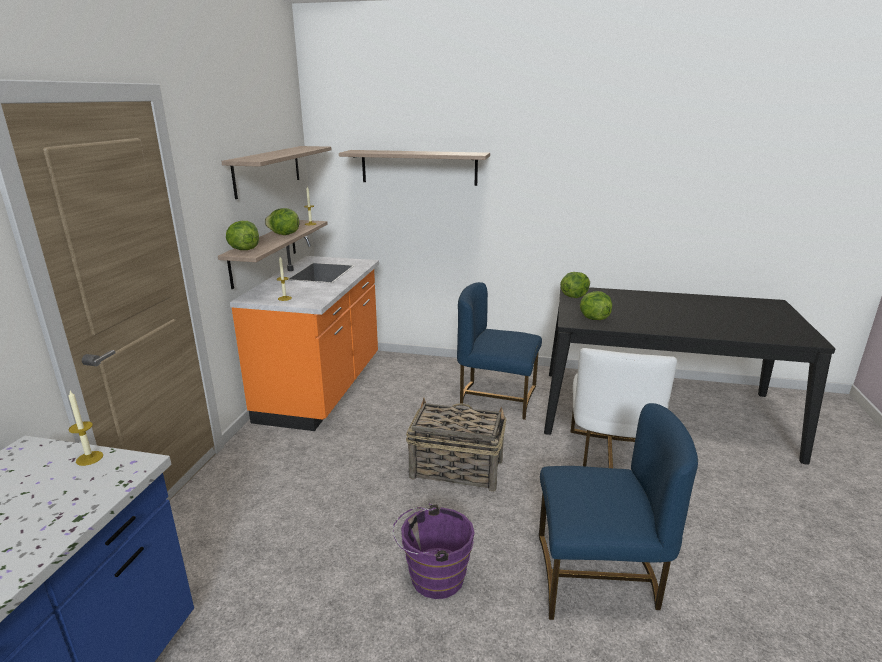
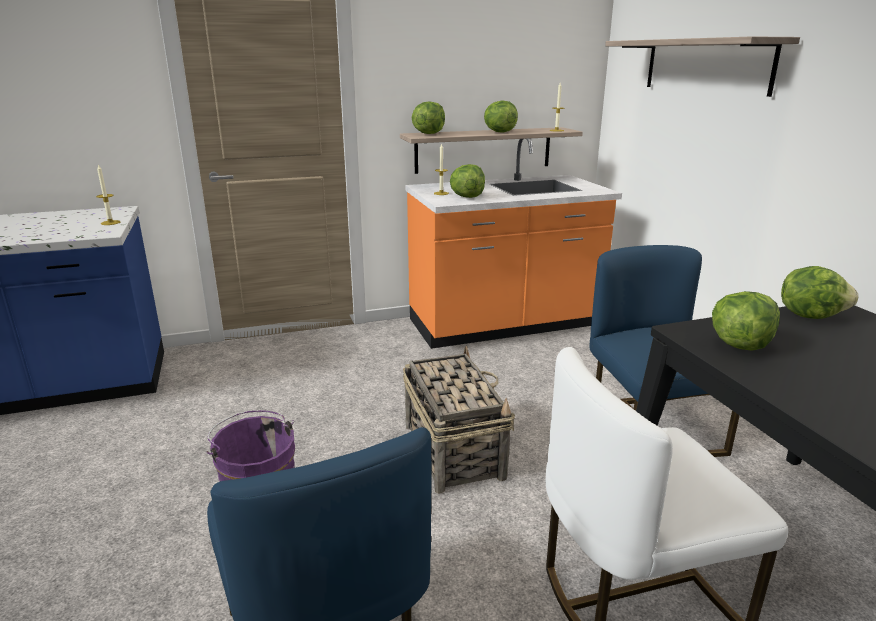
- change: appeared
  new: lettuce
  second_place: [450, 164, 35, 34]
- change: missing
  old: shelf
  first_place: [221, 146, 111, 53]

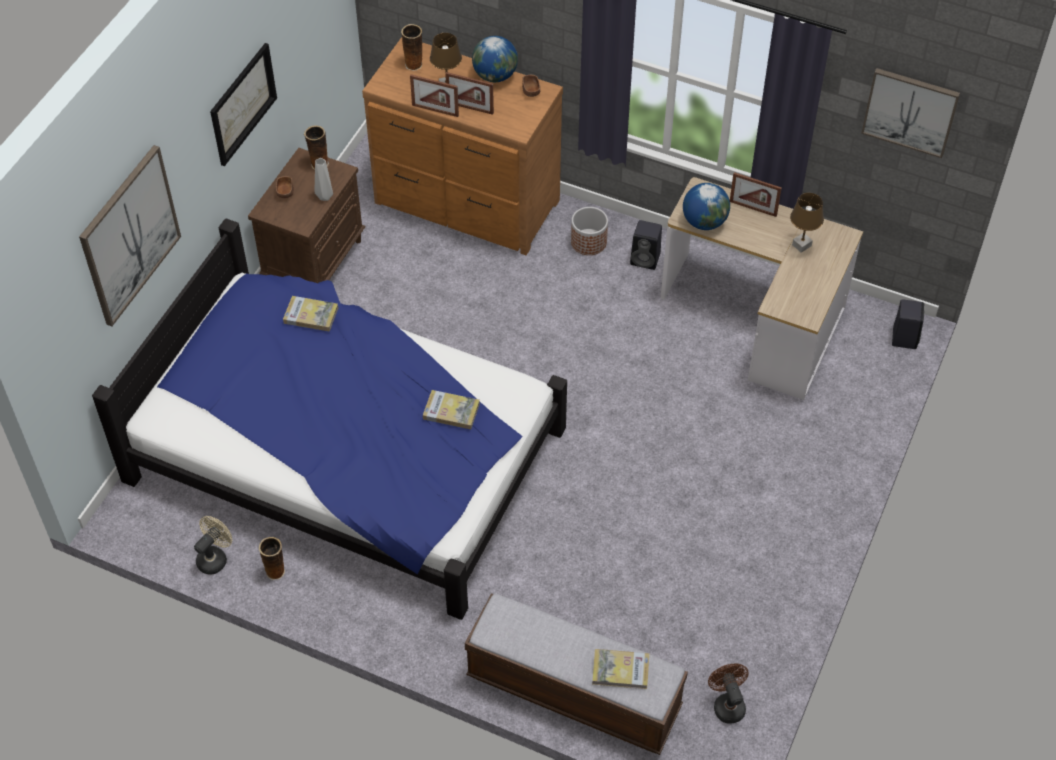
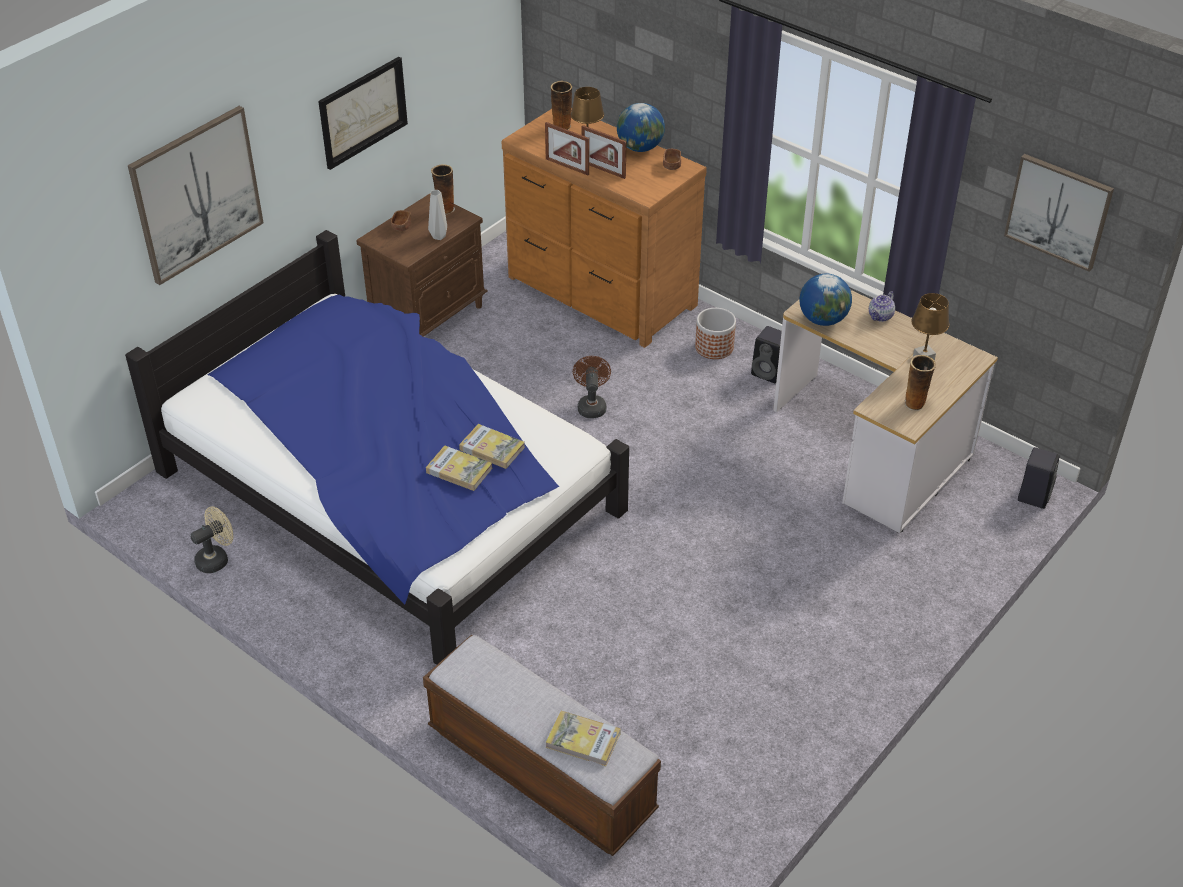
- change: relocated
  old: book
  first_place: [283, 296, 55, 36]
  second_place: [426, 445, 67, 46]
- change: relocated
  old: brown_fan
  first_place: [708, 664, 40, 60]
  second_place: [573, 356, 38, 62]
- change: exchanged
  old: picture_frame
  new: teapot
  first_place: [730, 172, 52, 45]
  second_place: [869, 291, 26, 31]
- change: relocated
  old: vase
  first_place: [259, 537, 26, 43]
  second_place: [905, 355, 31, 56]

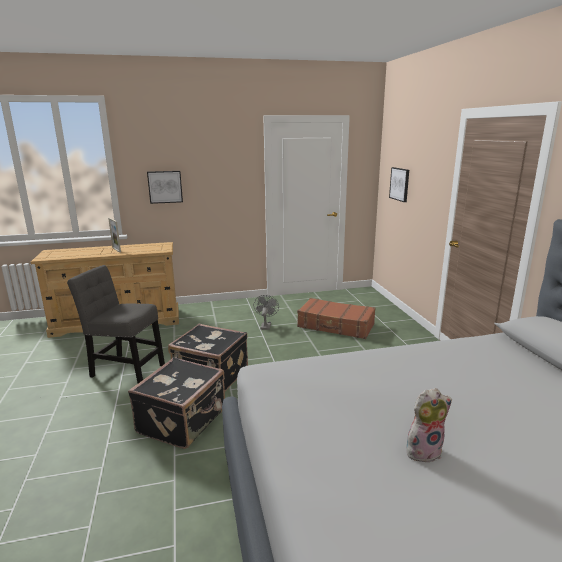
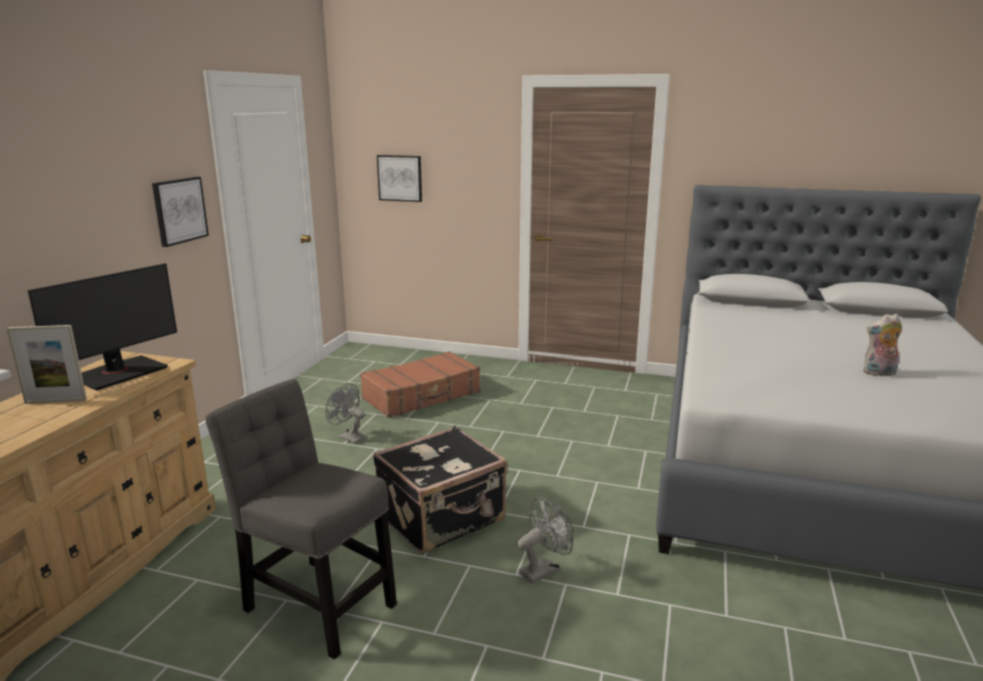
- change: appeared
  new: monitor
  second_place: [27, 263, 150, 128]
- change: relocated
  old: picture
  first_place: [147, 171, 36, 33]
  second_place: [152, 177, 57, 70]
- change: spun
  old: grey_chair
  first_place: [67, 265, 98, 118]
  second_place: [205, 379, 192, 280]
  degrees: 75
- change: exchanged
  old: black_suitcase
  new: grey_fan
  first_place: [128, 357, 97, 92]
  second_place: [517, 498, 57, 86]
- change: spun
  old: plush_toy
  first_place: [406, 388, 46, 75]
  second_place: [863, 314, 39, 62]
  degrees: -105

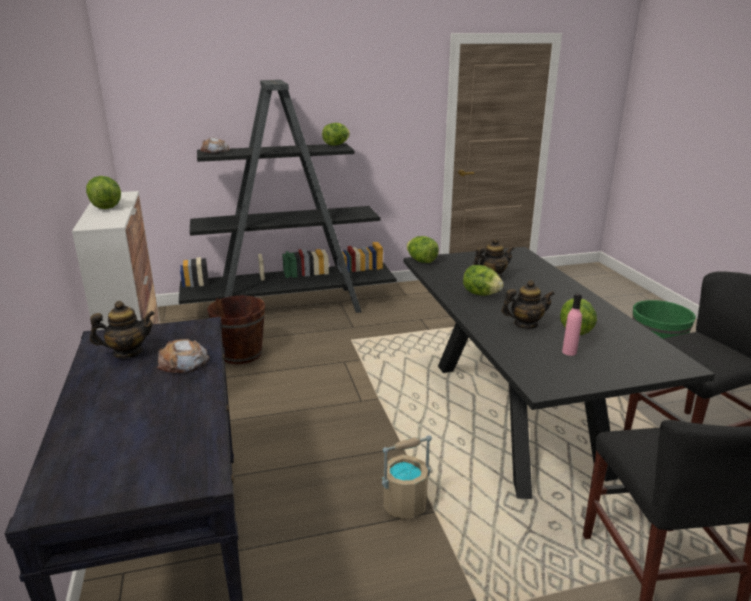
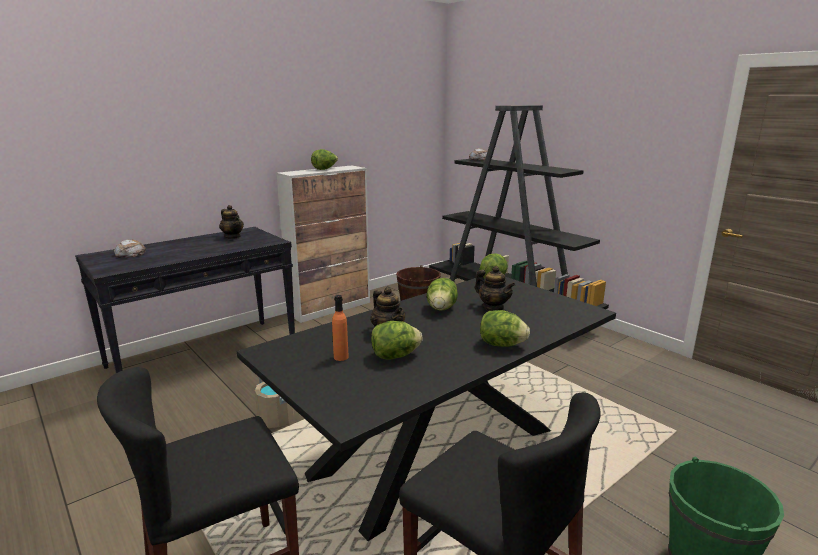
- change: relocated
  old: bread
  first_place: [157, 339, 53, 34]
  second_place: [114, 239, 32, 19]
- change: colour
  old: pink_bottle
  new: orange_bottle
  first_place: [562, 293, 20, 63]
  second_place: [332, 295, 17, 66]
- change: relocated
  old: lettuce
  first_place: [322, 123, 28, 23]
  second_place: [480, 310, 50, 37]

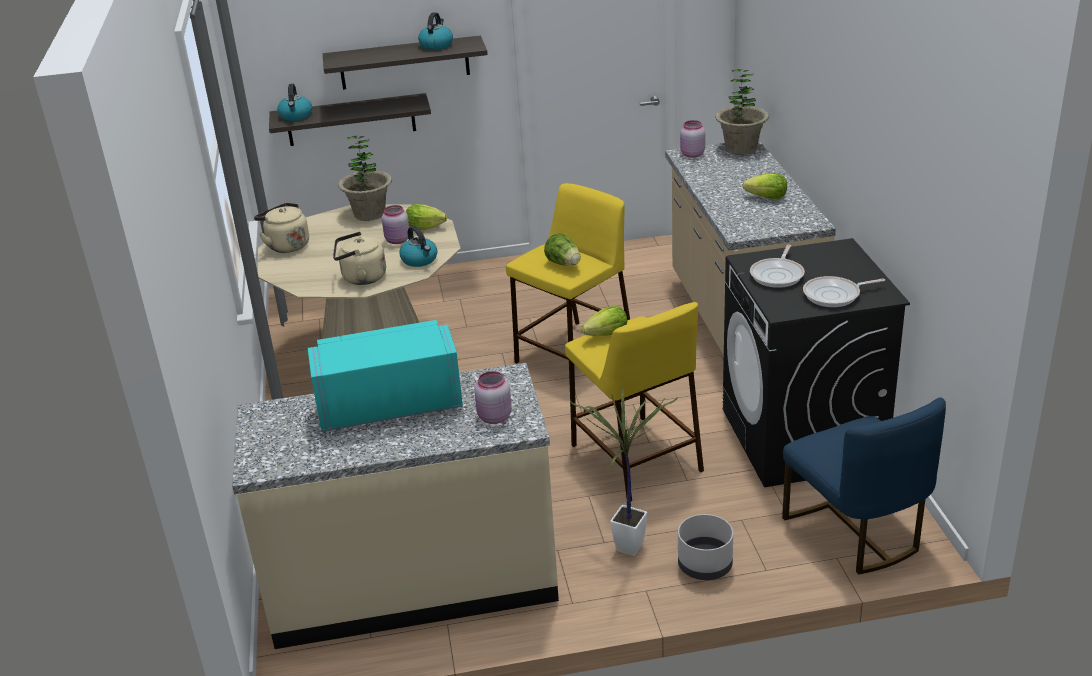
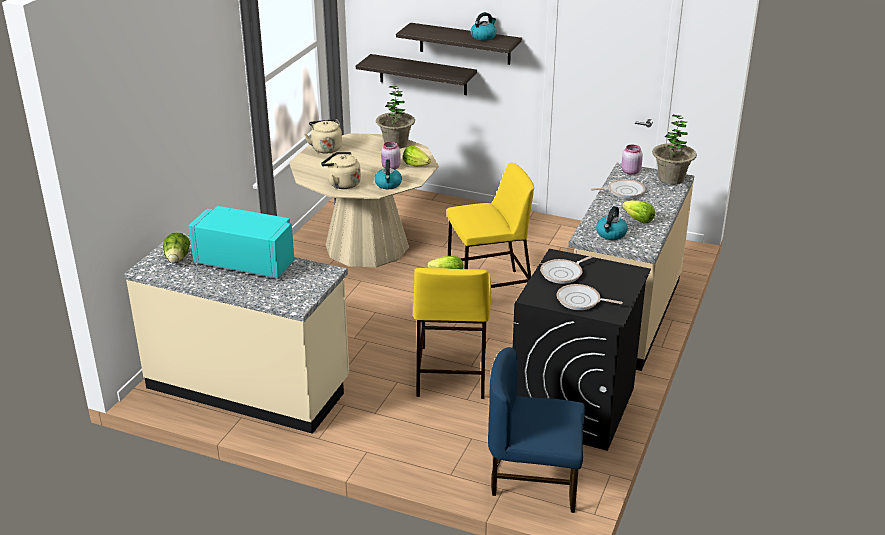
- change: relocated
  old: lettuce
  first_place: [544, 233, 37, 33]
  second_place: [163, 232, 27, 31]
- change: spun
  old: blue_chair
  first_place: [782, 397, 164, 177]
  second_place: [488, 347, 97, 166]
  degrees: 90
- change: appeared
  new: frying_pan
  second_place: [591, 179, 54, 20]
- change: relocated
  old: kettle
  first_place: [277, 84, 35, 37]
  second_place: [596, 206, 32, 34]
- change: missing
  old: pink_jar
  first_place: [475, 371, 37, 53]
- change: missing
  old: potted_plant
  first_place: [570, 388, 108, 168]
- change: missing
  old: grey_planter
  first_place: [678, 514, 55, 66]

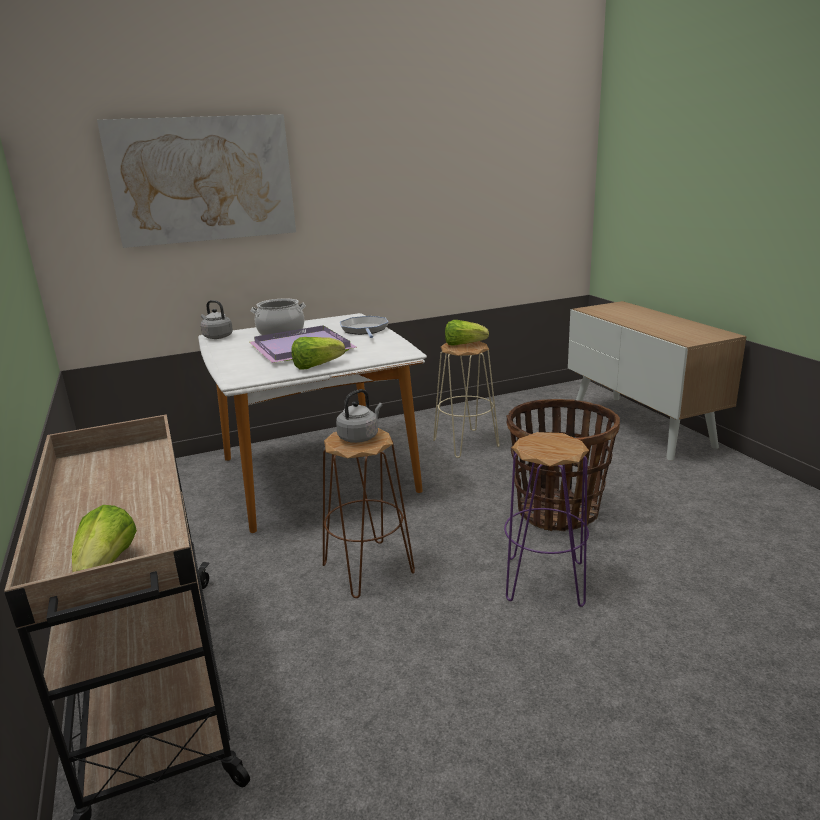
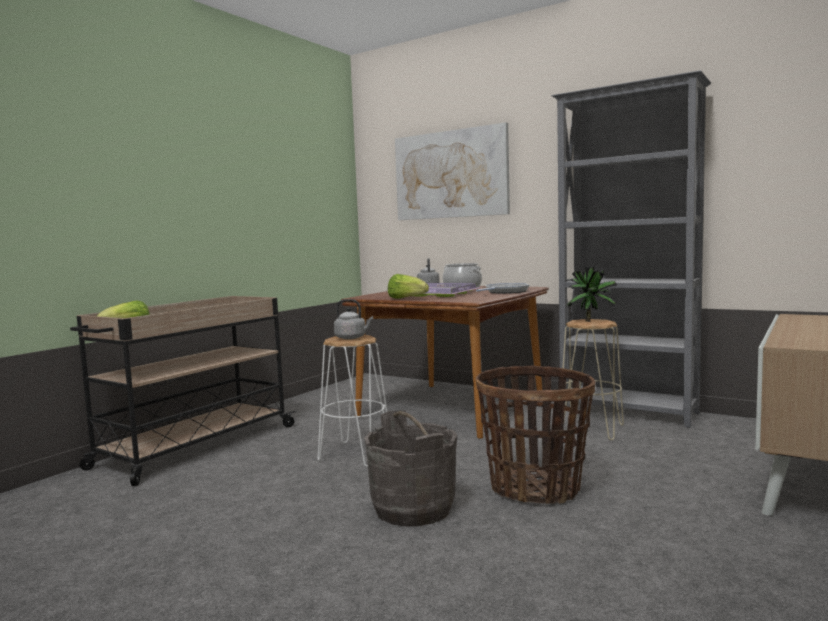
- change: colour
  old: brown_stool
  new: white_stool
  first_place: [323, 428, 92, 170]
  second_place: [318, 335, 69, 132]
- change: colour
  old: white_dining_table
  new: brown_dining_table
  first_place: [198, 313, 229, 220]
  second_place: [341, 285, 208, 154]
- change: exchanged
  old: purple_stool
  new: grey_bucket
  first_place: [504, 432, 85, 175]
  second_place: [364, 411, 93, 116]
- change: appeared
  new: grey_bookcase
  second_place: [551, 70, 160, 358]
- change: exchanged
  old: lettuce
  new: potted_plant
  first_place: [445, 320, 44, 26]
  second_place: [566, 267, 51, 55]

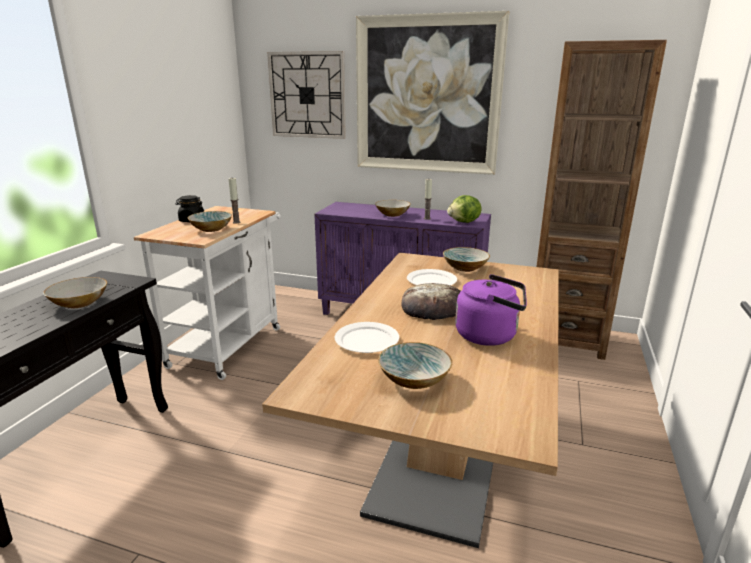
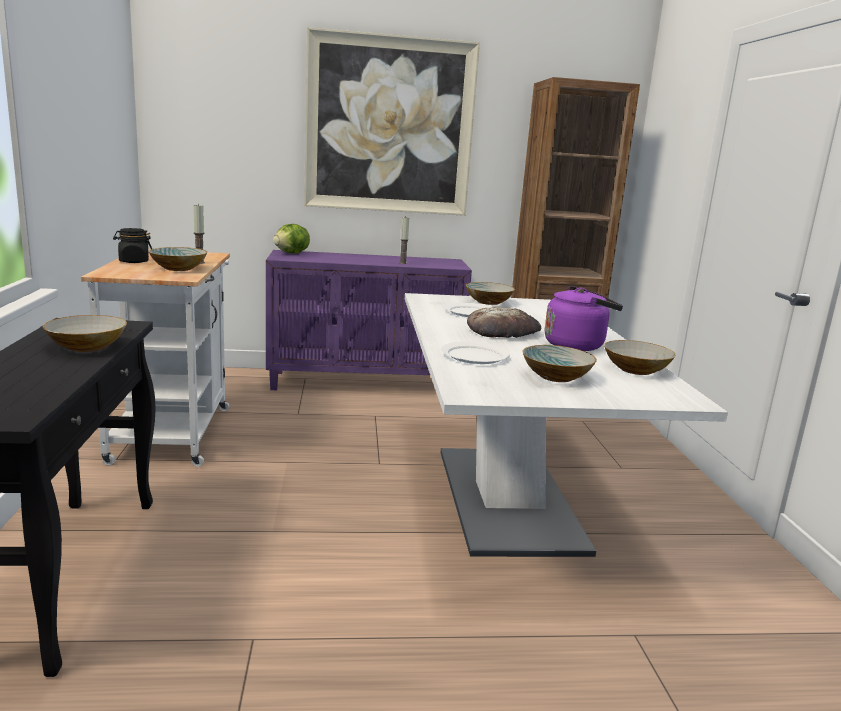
- change: relocated
  old: lettuce
  first_place: [447, 195, 34, 28]
  second_place: [273, 224, 37, 30]
- change: colour
  old: brown_dining_table
  new: white_dining_table
  first_place: [262, 253, 297, 295]
  second_place: [405, 293, 323, 264]
- change: relocated
  old: bowl
  first_place: [375, 200, 36, 17]
  second_place: [604, 340, 72, 35]
- change: missing
  old: wall_clock
  first_place: [267, 51, 79, 88]

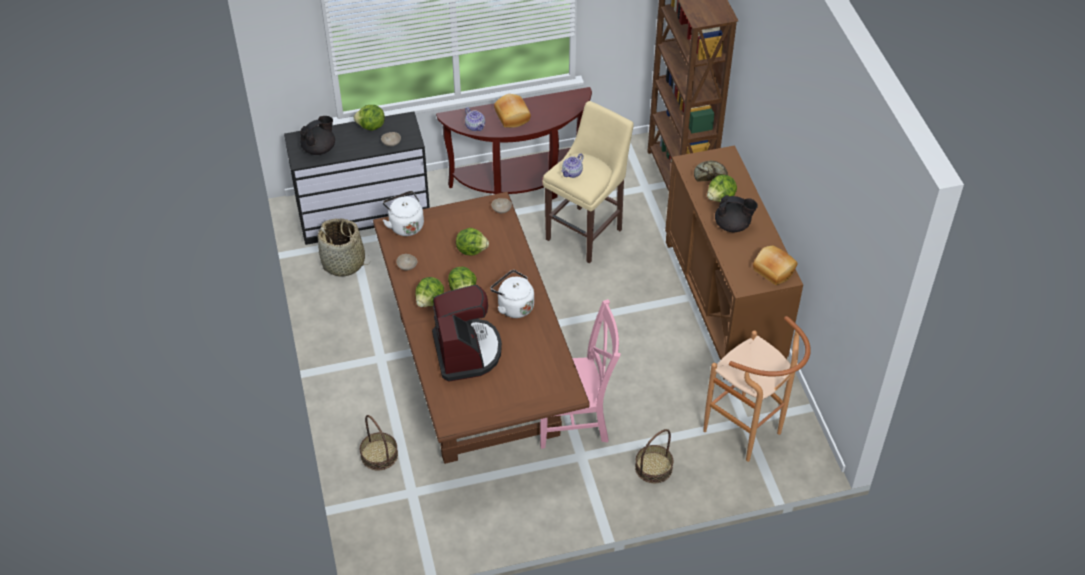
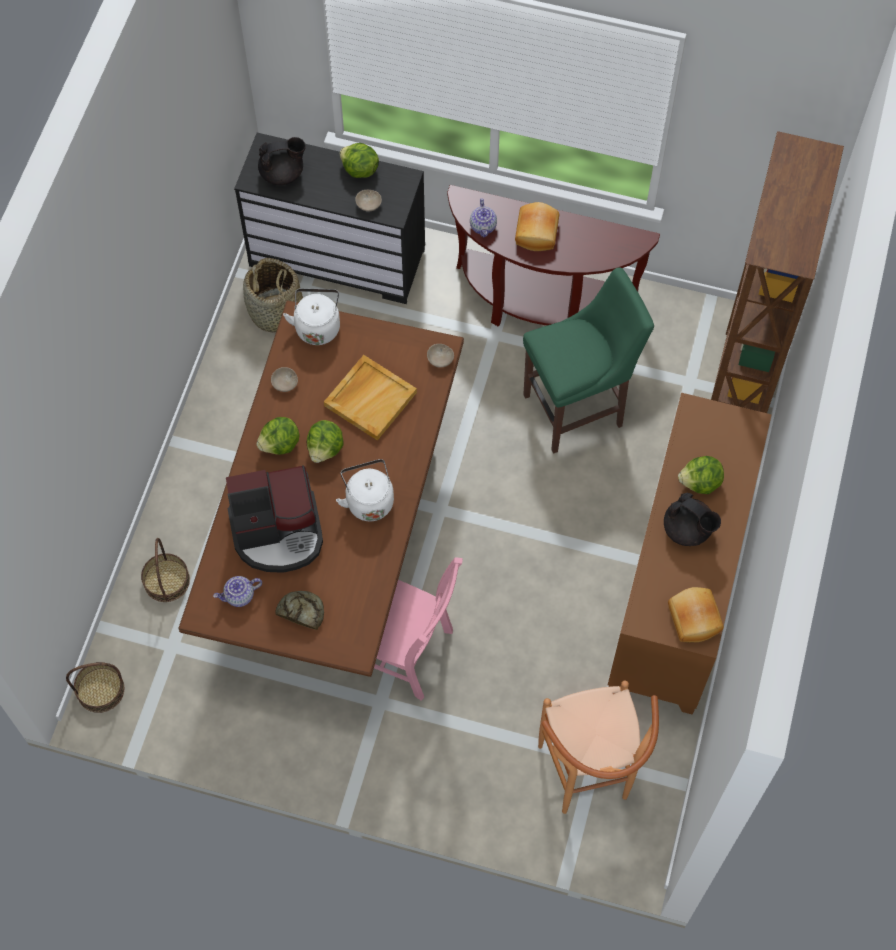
- change: relocated
  old: basket
  first_place: [635, 429, 39, 54]
  second_place: [66, 662, 58, 51]
- change: relocated
  old: teapot
  first_place: [561, 153, 23, 25]
  second_place: [213, 576, 49, 31]
- change: spun
  old: coffee_machine
  first_place: [432, 285, 70, 97]
  second_place: [226, 465, 97, 108]
  degrees: 60
- change: relocated
  old: bread
  first_place: [694, 161, 34, 21]
  second_place: [275, 591, 49, 39]
- change: exchanged
  old: lettuce
  new: beige_tray
  first_place: [456, 228, 33, 28]
  second_place: [324, 355, 93, 86]
- change: colour
  old: beige_stool
  new: green_stool
  first_place: [542, 101, 92, 162]
  second_place: [523, 267, 131, 187]

